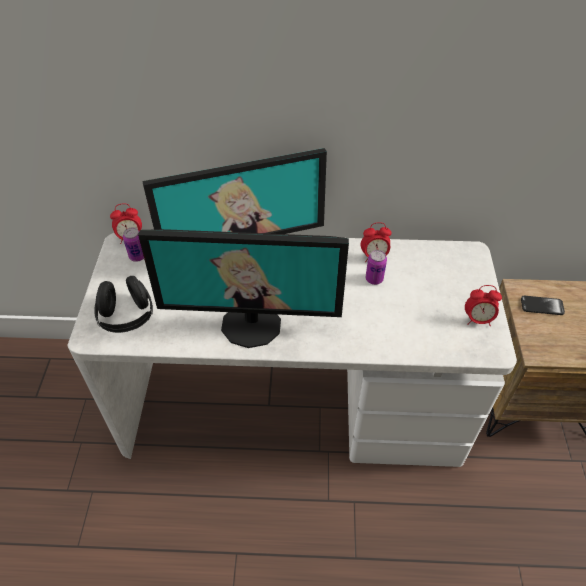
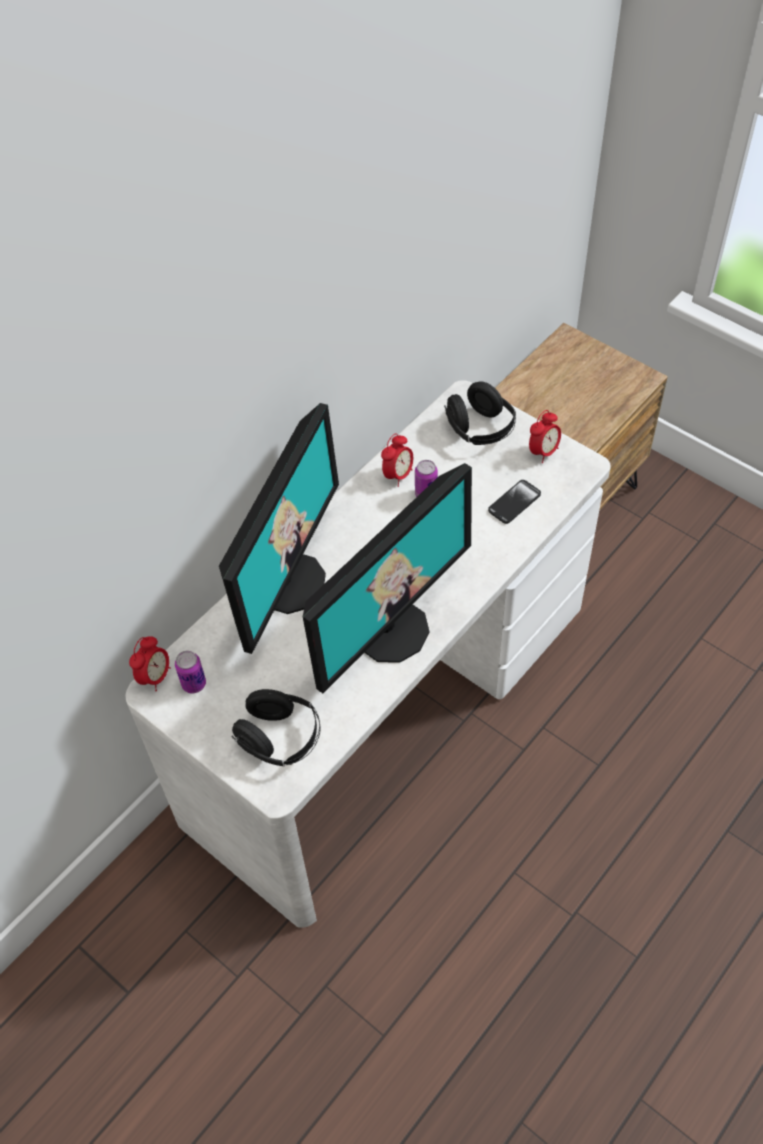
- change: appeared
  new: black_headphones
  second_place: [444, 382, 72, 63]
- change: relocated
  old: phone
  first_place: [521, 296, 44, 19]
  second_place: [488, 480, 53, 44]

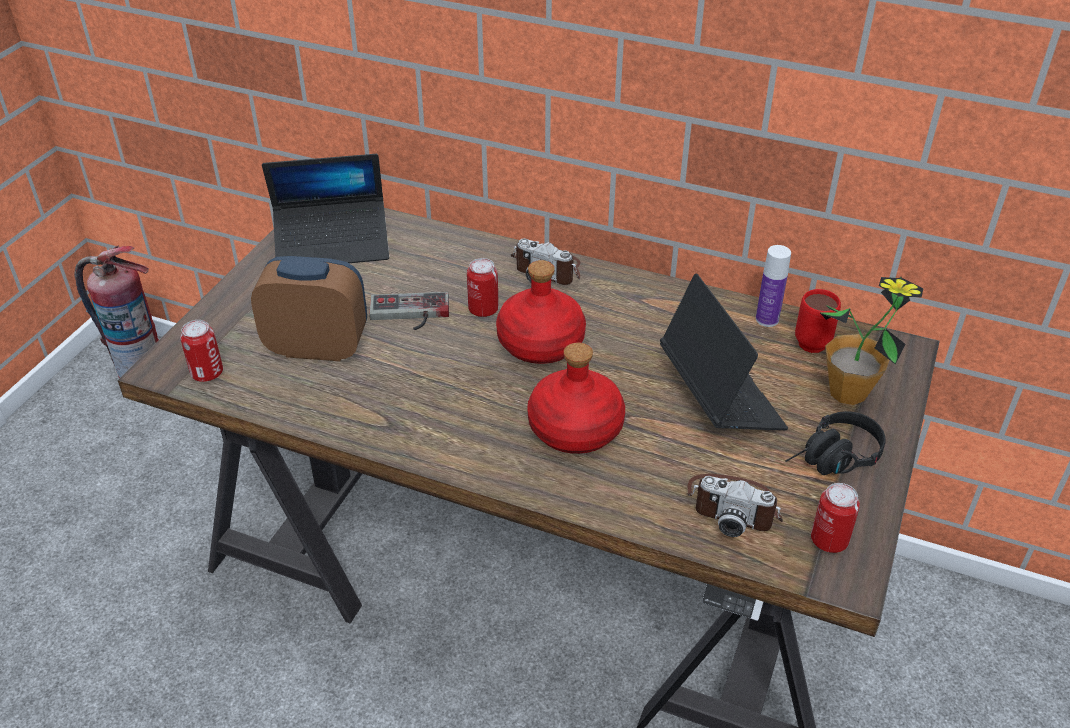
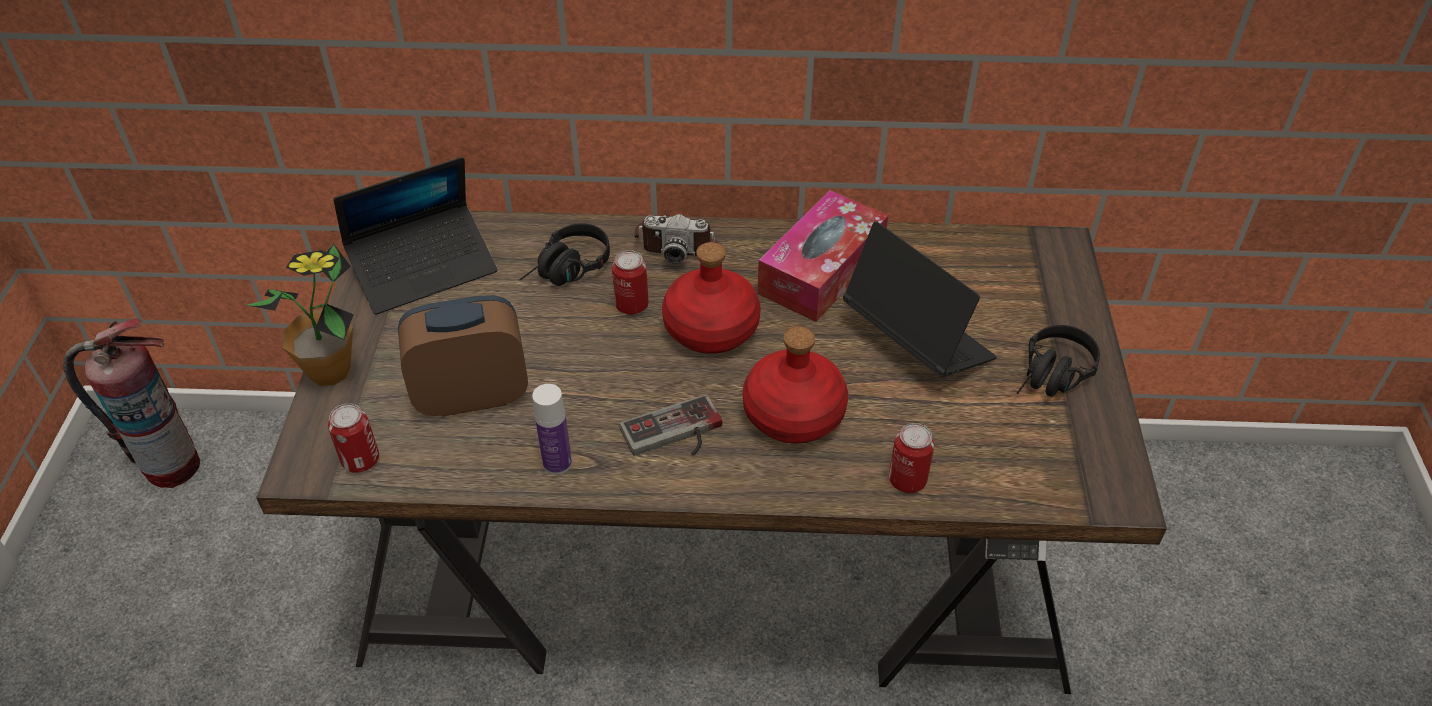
- change: relocated
  old: potted_plant
  first_place: [819, 277, 104, 128]
  second_place: [246, 244, 108, 142]
- change: appeared
  new: black_headphones
  second_place: [519, 223, 91, 63]
- change: relocated
  old: bottle
  first_place: [756, 245, 35, 82]
  second_place: [532, 384, 40, 91]
- change: relocated
  old: game_controller
  first_place: [370, 292, 79, 38]
  second_place: [620, 394, 102, 62]
- change: appeared
  new: tissue_box
  second_place: [757, 190, 131, 132]
- change: relocated
  old: can
  first_place: [811, 483, 49, 70]
  second_place: [889, 423, 45, 70]
- change: missing
  old: photo_camera
  first_place: [687, 474, 96, 63]
- change: missing
  old: red_mug
  first_place: [795, 289, 46, 64]

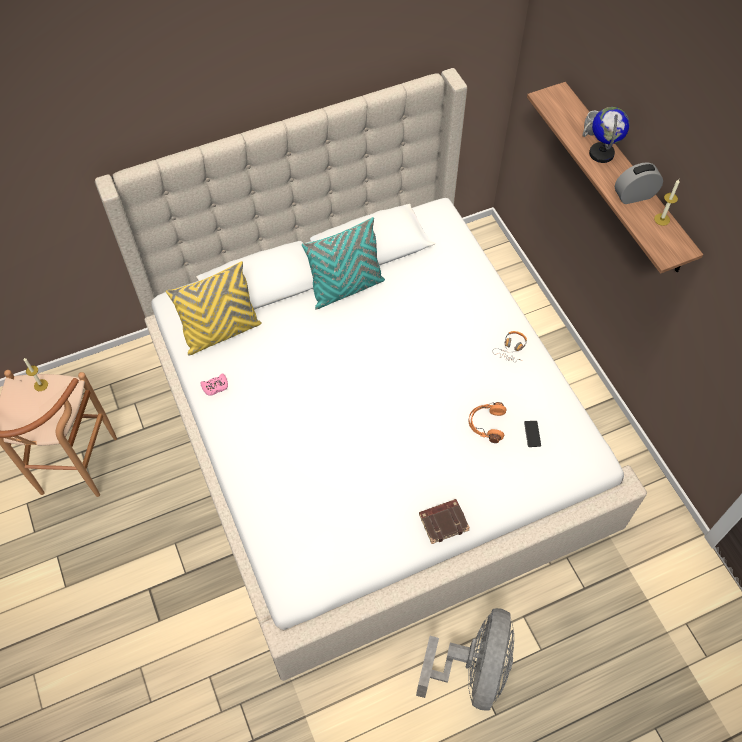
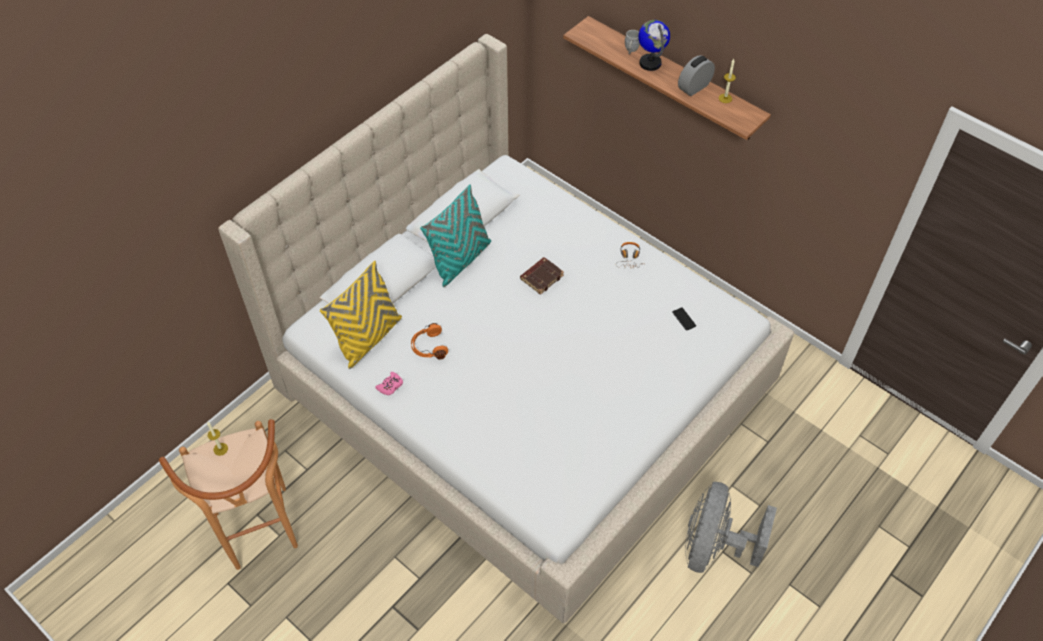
- change: relocated
  old: orange_headphones
  first_place: [469, 402, 38, 41]
  second_place: [411, 323, 37, 36]
- change: relocated
  old: brown_book
  first_place: [419, 499, 51, 45]
  second_place: [520, 257, 44, 38]
- change: spun
  old: grey_fan
  first_place: [416, 608, 98, 102]
  second_place: [685, 482, 92, 91]
  degrees: -150

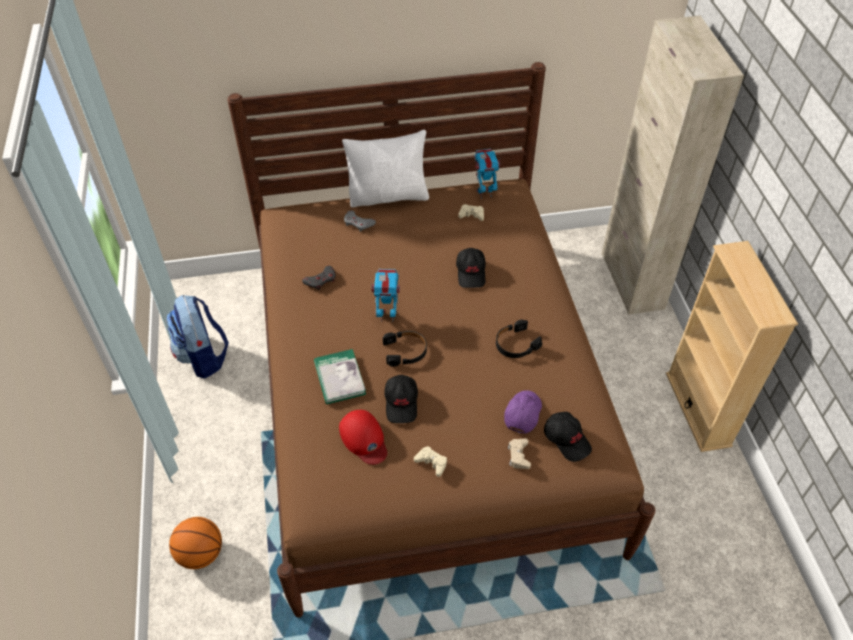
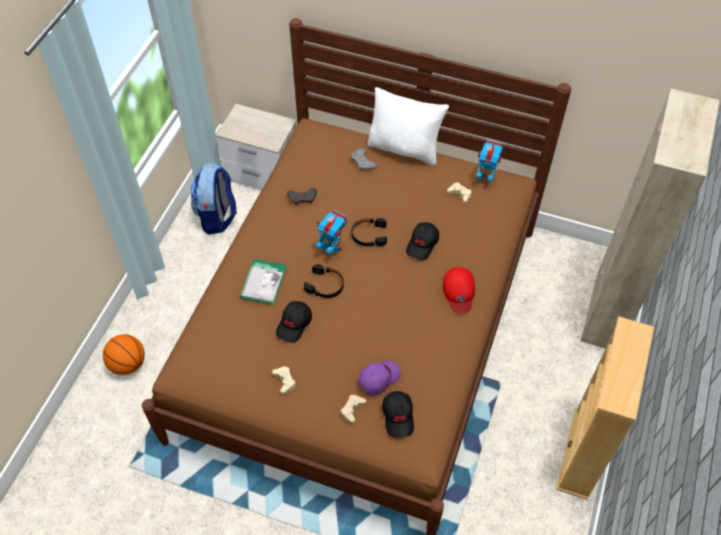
- change: appeared
  new: nightstand
  second_place: [216, 104, 81, 86]
- change: relocated
  old: black_headphones
  first_place: [496, 320, 46, 38]
  second_place: [351, 218, 36, 28]
- change: relocated
  old: red_cap
  first_place: [339, 410, 48, 55]
  second_place: [443, 267, 32, 46]

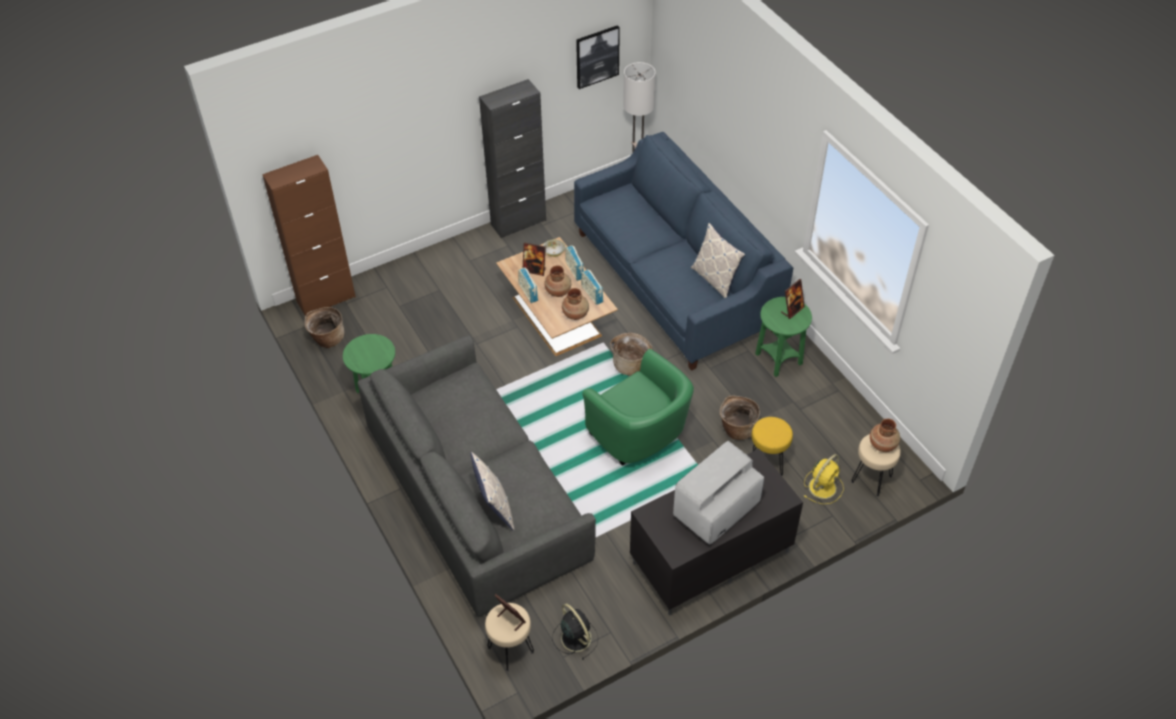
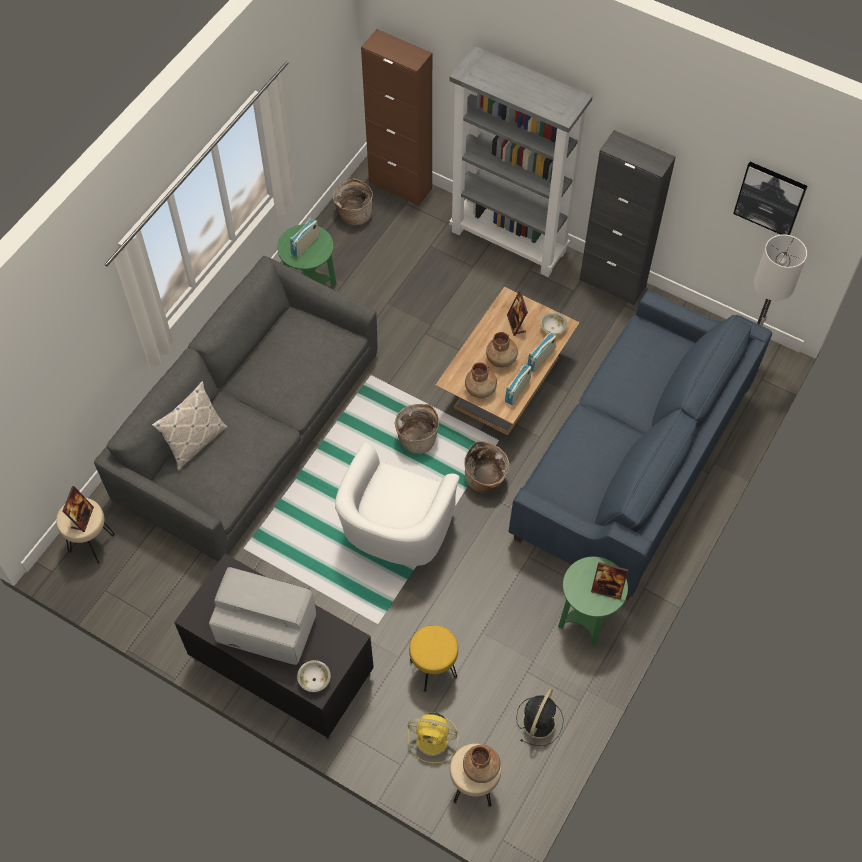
- change: relocated
  old: radio
  first_place: [518, 267, 20, 36]
  second_place: [290, 218, 30, 40]
- change: appeared
  new: bowl
  second_place: [297, 660, 34, 32]
- change: colour
  old: green_armchair
  new: white_armchair
  first_place: [582, 349, 112, 117]
  second_place: [335, 443, 125, 123]
- change: relocated
  old: basket
  first_place: [720, 396, 40, 44]
  second_place: [395, 404, 44, 50]
- change: appeared
  new: grey_bookcase
  second_place: [449, 46, 144, 231]
- change: relocated
  old: black_fan
  first_place: [552, 604, 46, 56]
  second_place: [516, 688, 48, 58]
- change: missing
  old: pillow
  first_place: [691, 223, 54, 75]

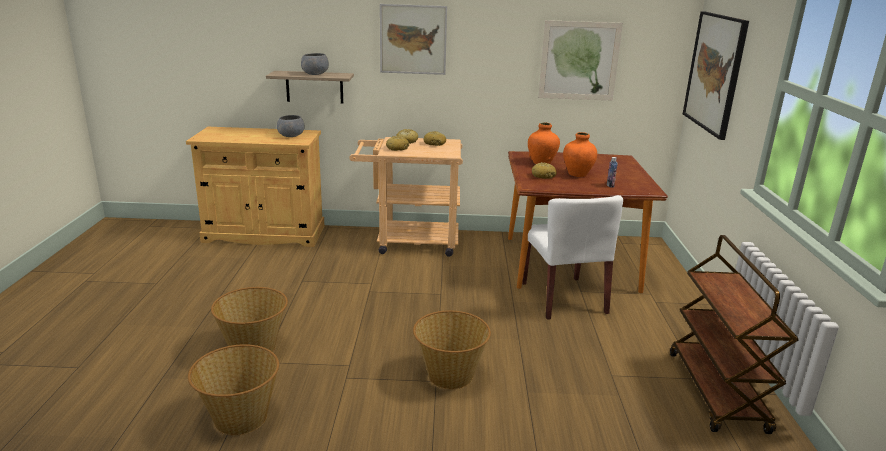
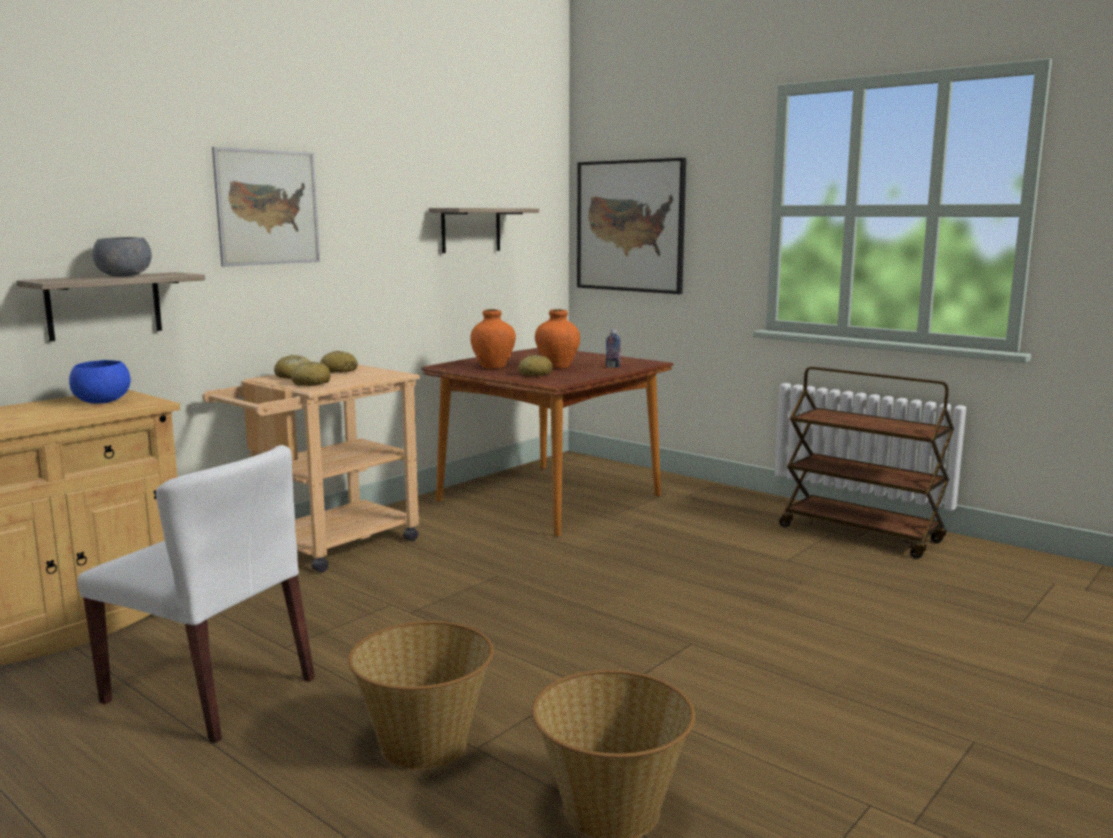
- change: colour
  old: grey_bowl
  new: blue_bowl
  first_place: [277, 115, 28, 22]
  second_place: [69, 360, 62, 44]
- change: relocated
  old: white_chair
  first_place: [522, 195, 101, 125]
  second_place: [77, 445, 238, 298]
- change: exchanged
  old: picture
  new: shelf
  first_place: [538, 20, 85, 80]
  second_place: [429, 208, 110, 45]
- change: missing
  old: basket
  first_place: [413, 311, 78, 78]

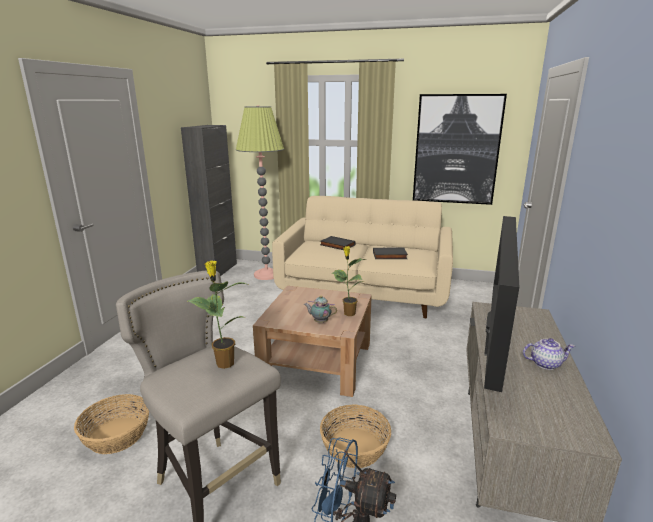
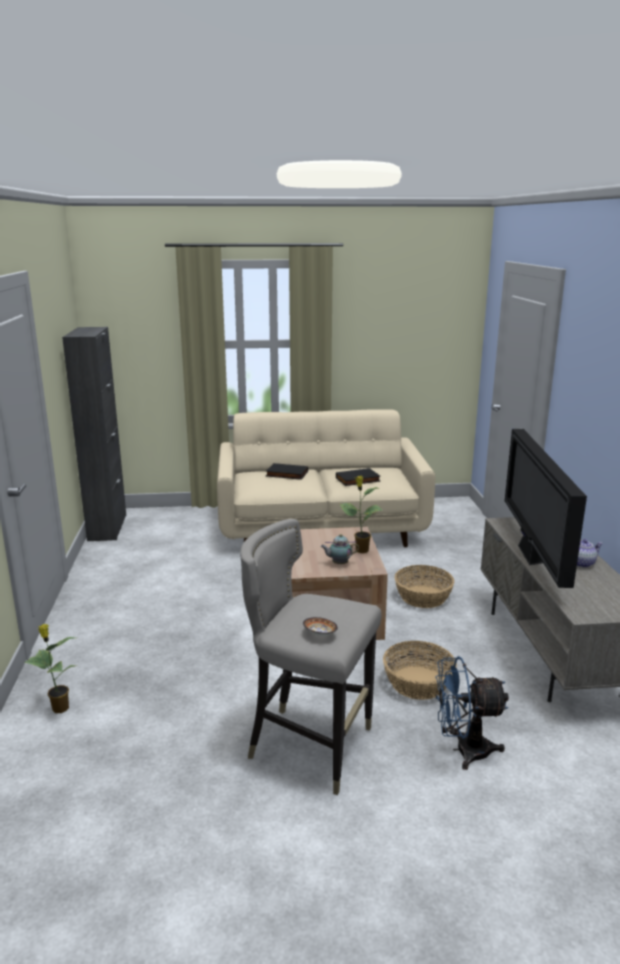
- change: relocated
  old: potted_plant
  first_place: [188, 260, 58, 109]
  second_place: [24, 624, 51, 89]
- change: appeared
  new: bowl
  second_place: [303, 617, 35, 19]
- change: relocated
  old: basket
  first_place: [74, 394, 75, 60]
  second_place: [395, 565, 60, 43]
- change: missing
  old: floor_lamp
  first_place: [236, 106, 48, 174]
- change: missing
  old: picture
  first_place: [413, 94, 94, 111]

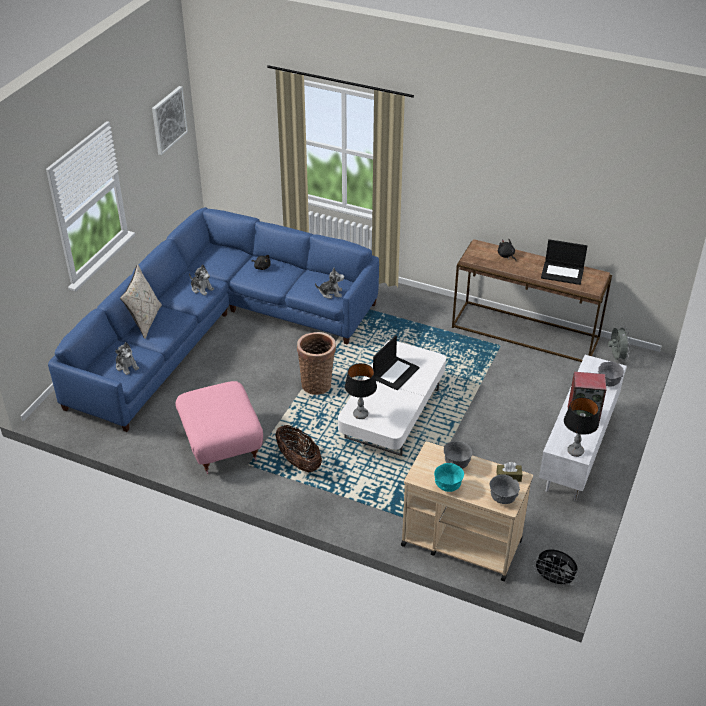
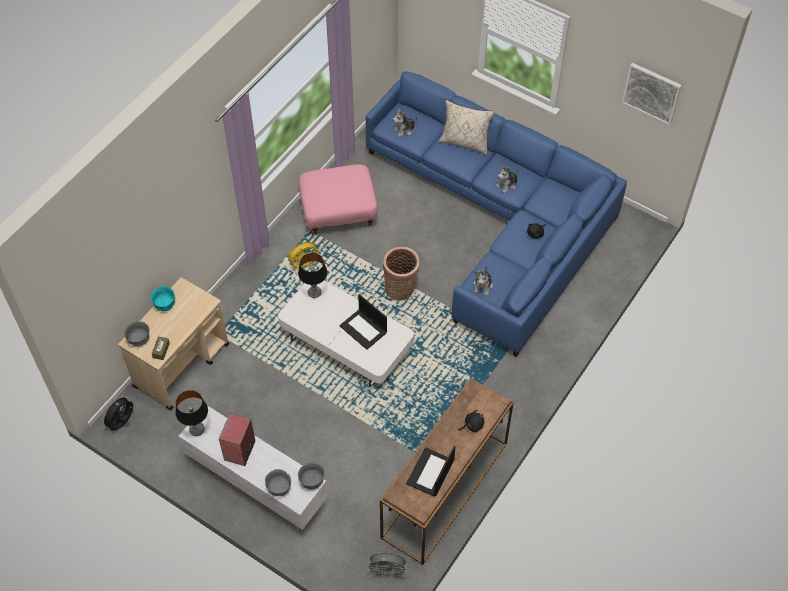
- change: exchanged
  old: basket
  new: yellow_fan
  first_place: [275, 425, 47, 47]
  second_place: [288, 242, 34, 28]
- change: relocated
  old: grey_bowl
  first_place: [444, 441, 28, 28]
  second_place: [298, 463, 26, 27]

